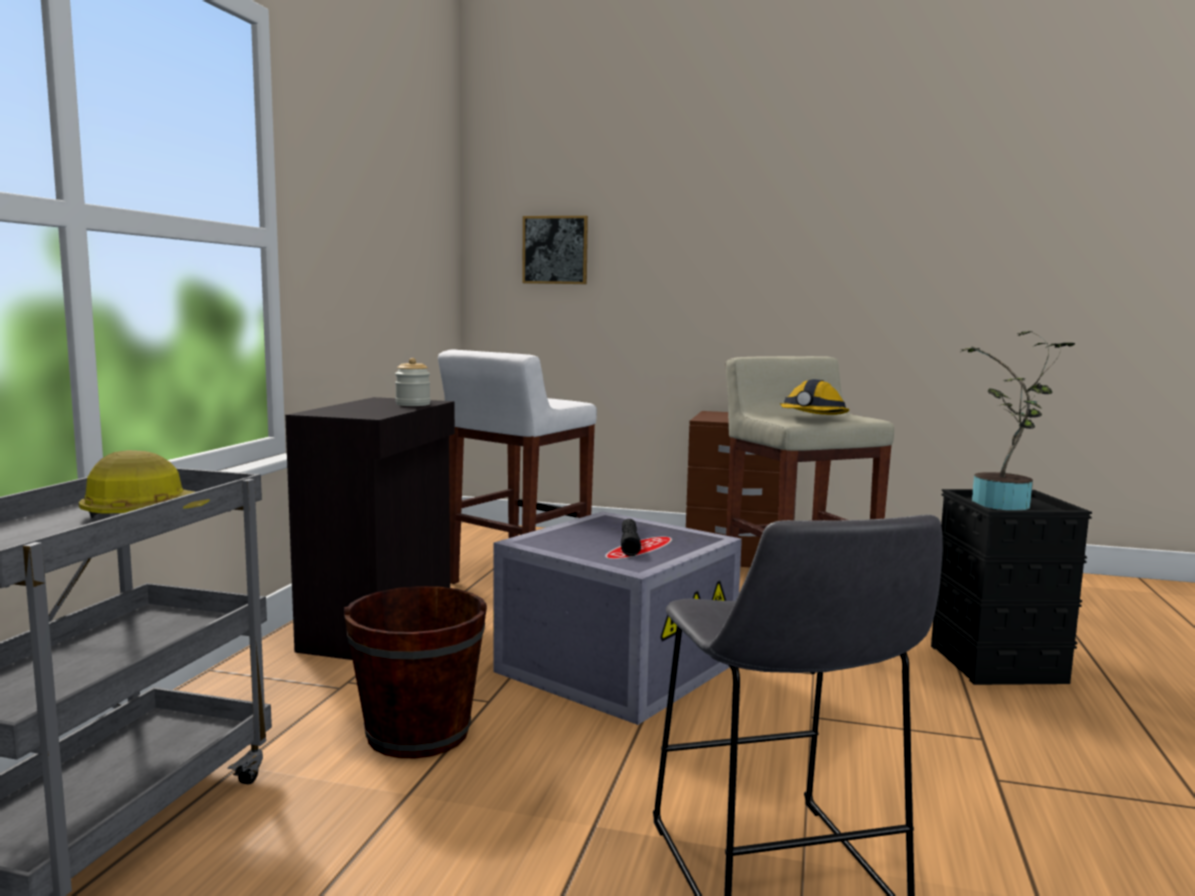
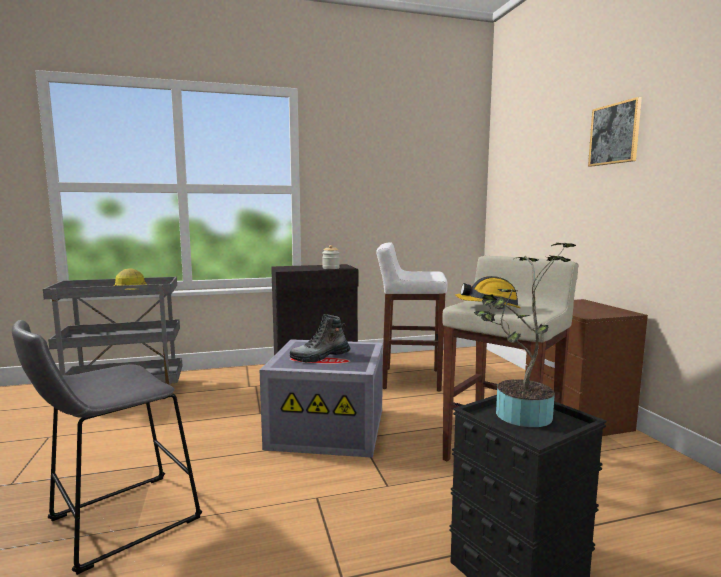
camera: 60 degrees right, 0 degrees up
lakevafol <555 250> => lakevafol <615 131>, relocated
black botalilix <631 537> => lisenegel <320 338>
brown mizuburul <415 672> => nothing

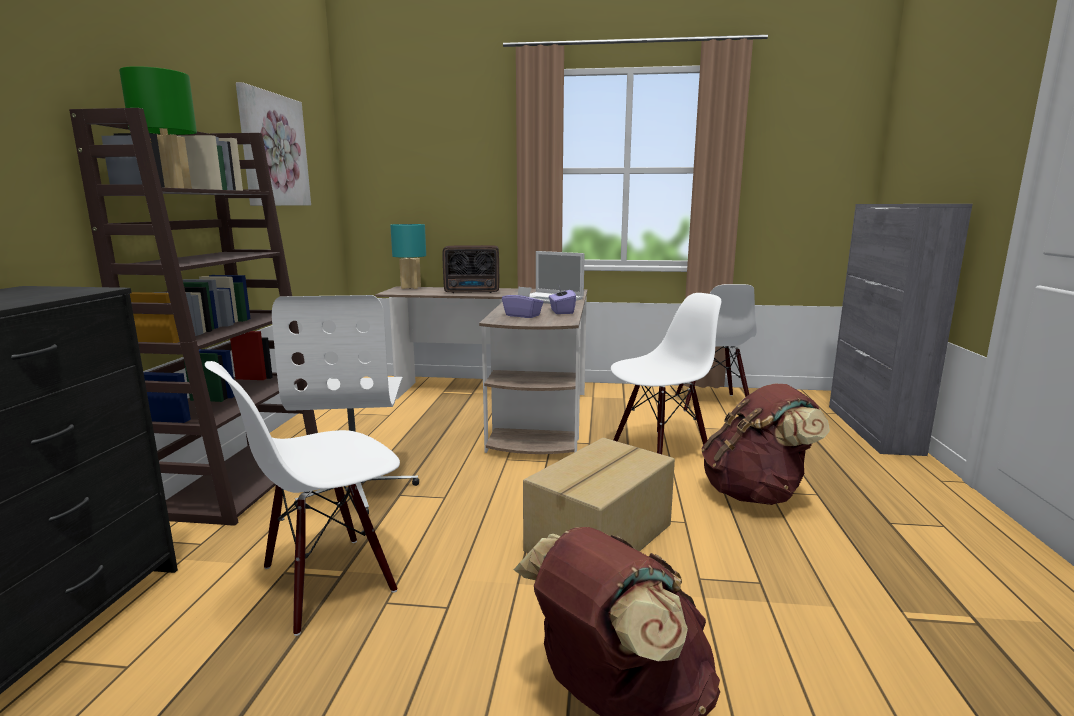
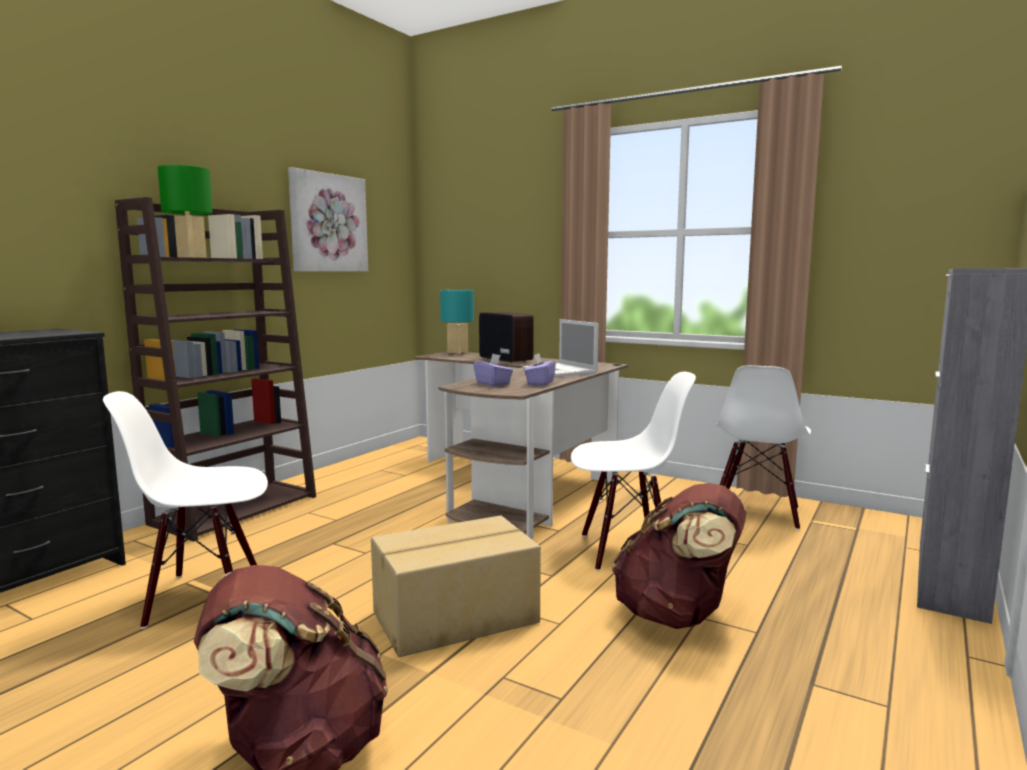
camera: 25 degrees right, 5 degrees down
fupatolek <470 269> => fupatolek <506 337>, 150 degrees counterclockwise
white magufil <345 405> => nothing

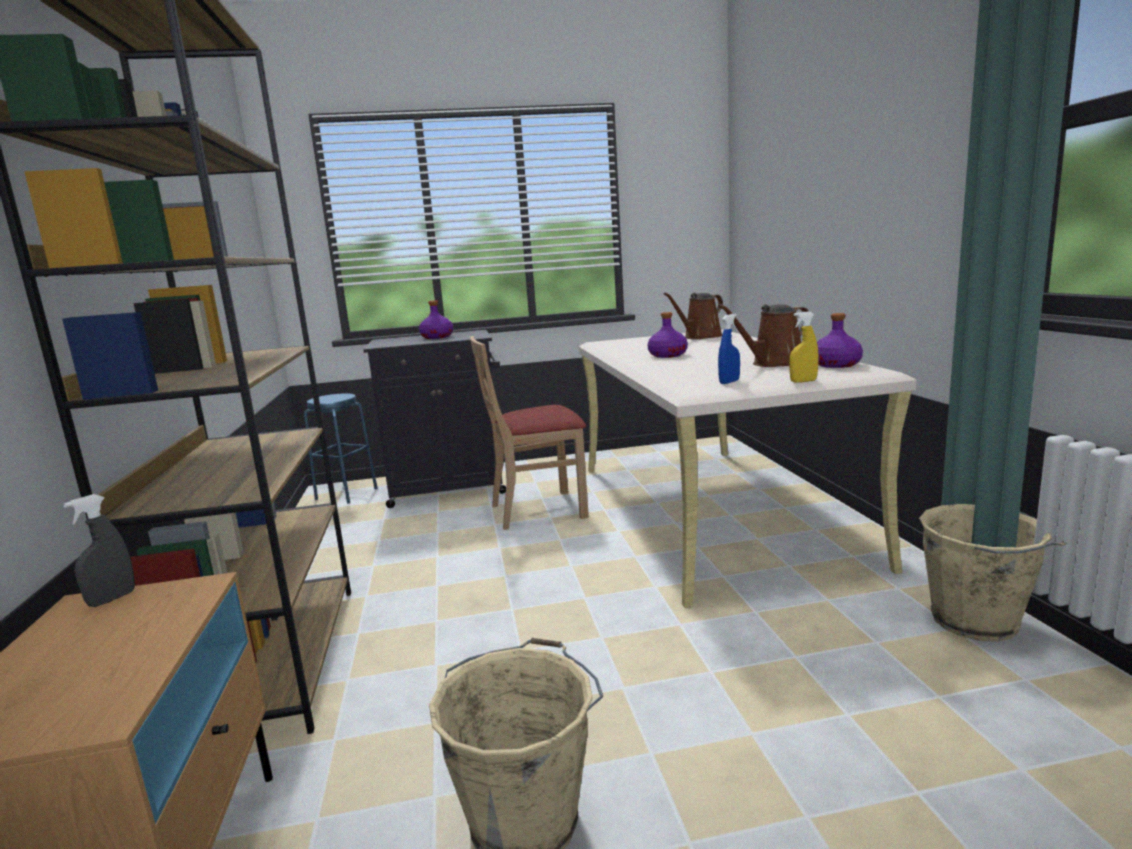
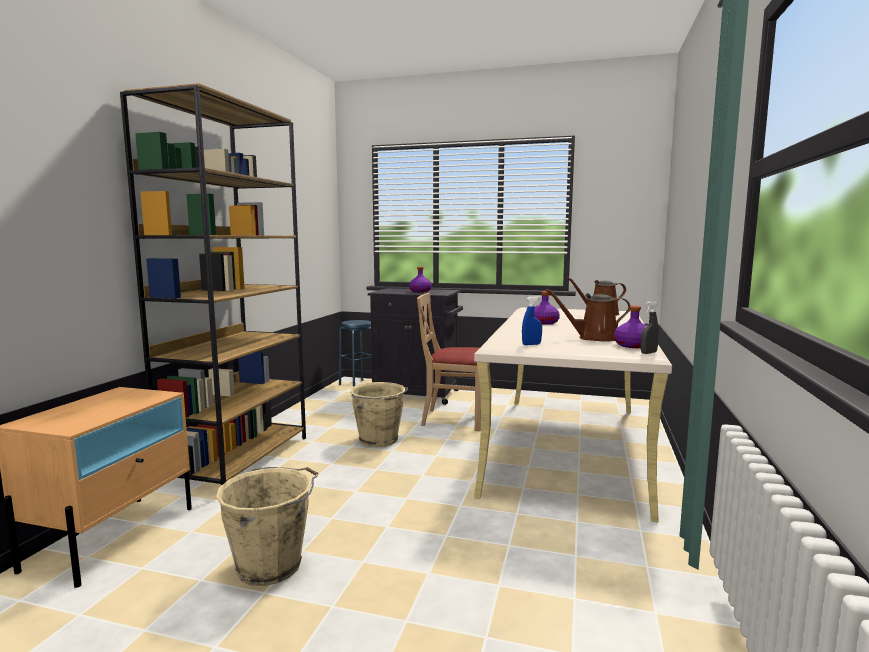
camera: 25 degrees right, 5 degrees down
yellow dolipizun <804 347> => nothing
grey dolipizun <99 550> => grey dolipizun <650 327>, relocated
beige mizuburul <994 573> => beige mizuburul <379 414>, relocated

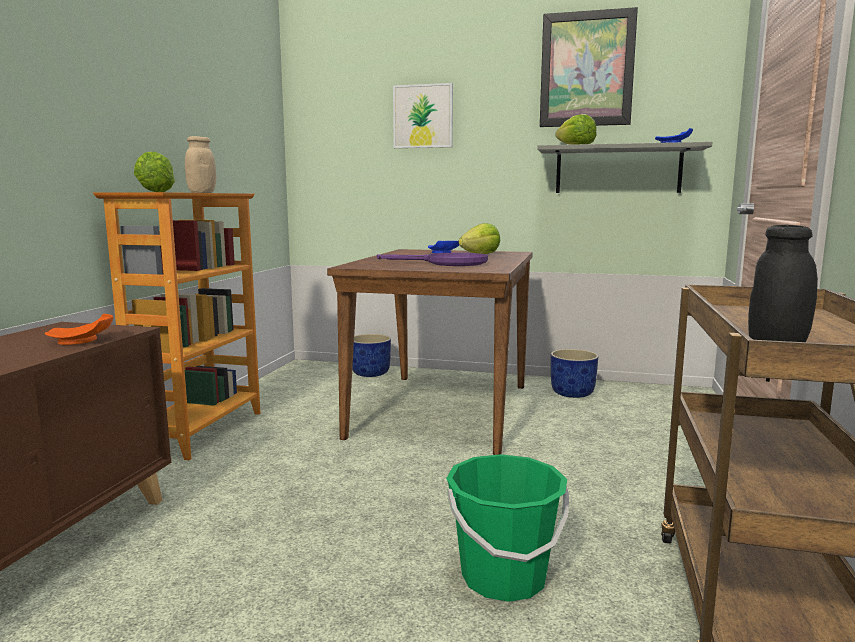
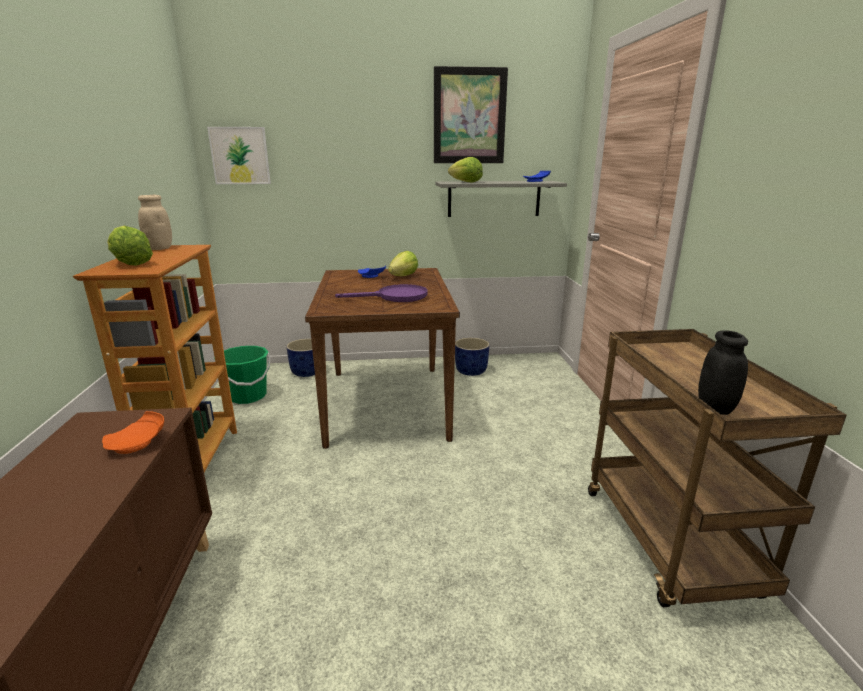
camera: 20 degrees left, 10 degrees up
lakevafol <423 115> => lakevafol <239 155>, relocated
green mizuburul <507 528> => green mizuburul <242 375>, relocated

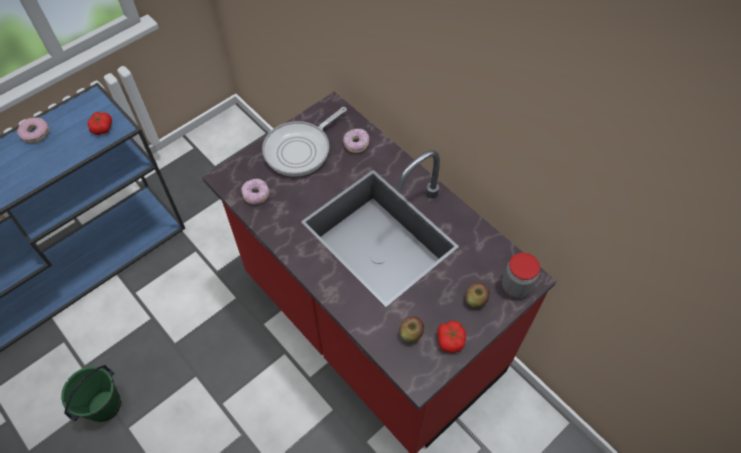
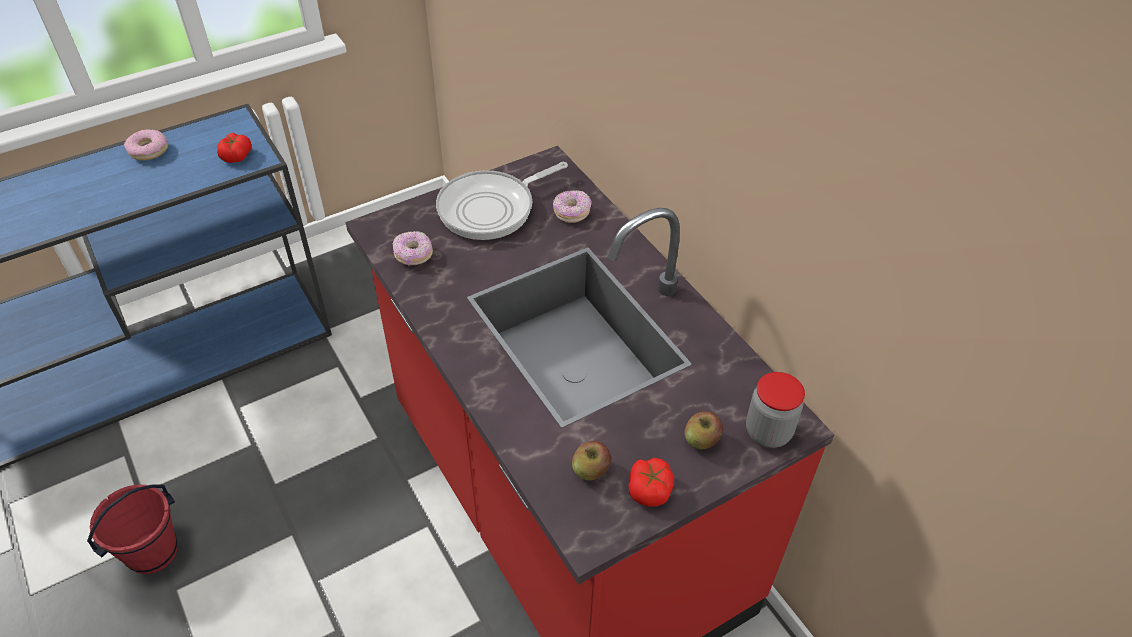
camera: 10 degrees right, 10 degrees down
green mizuburul <91 393> => red mizuburul <132 529>

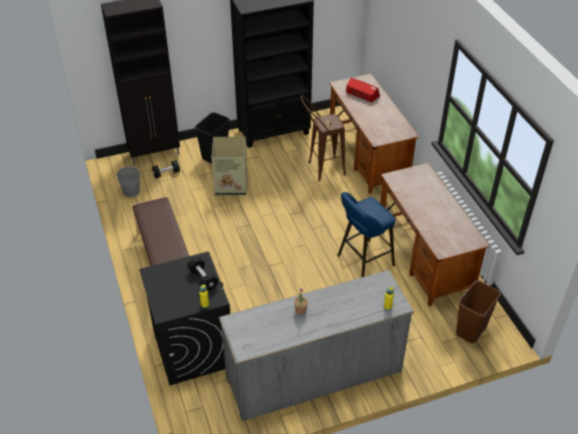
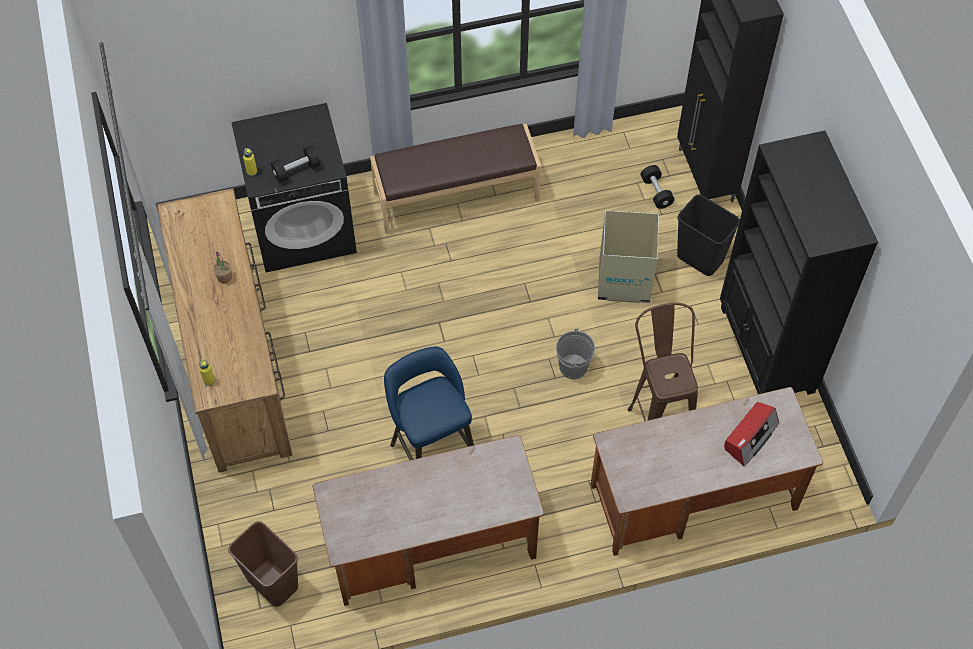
camera: 95 degrees right, 15 degrees up
grey mizuburul <128 182> => grey mizuburul <575 353>, relocated
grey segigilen <316 345> => brown segigilen <224 330>

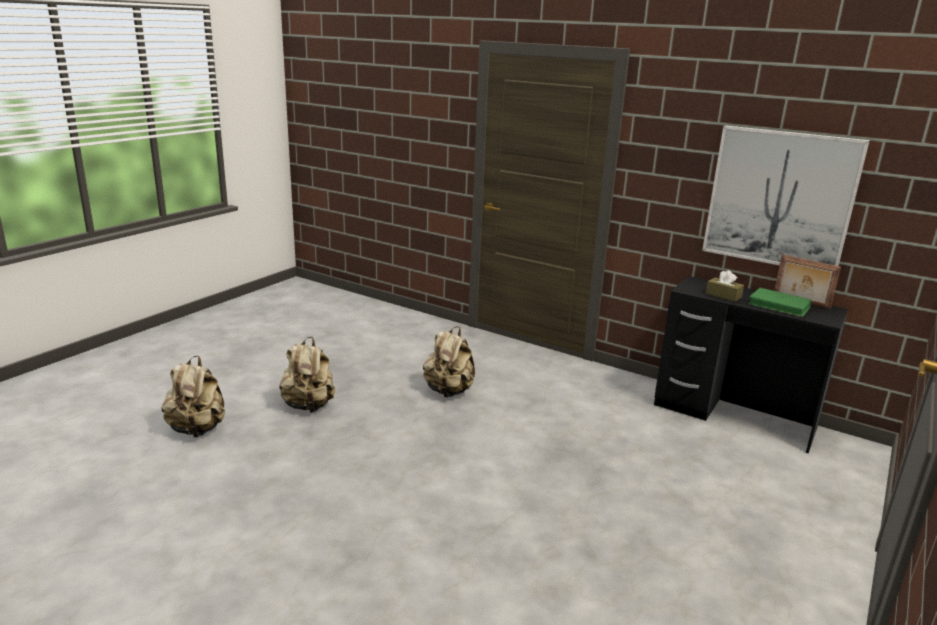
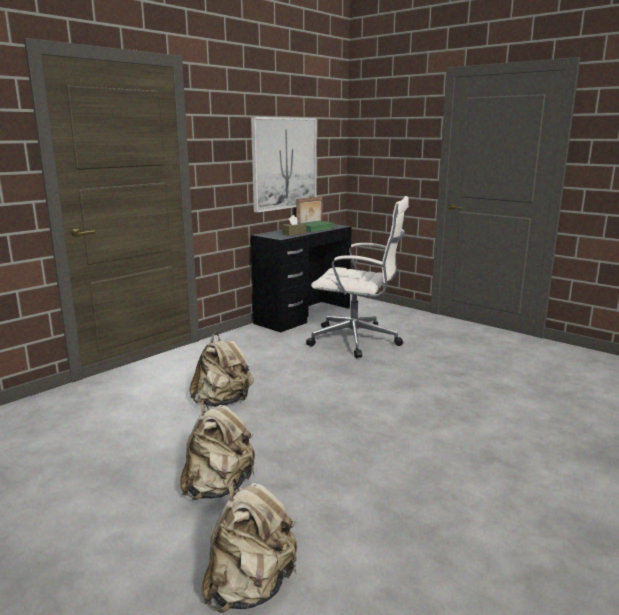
camera: 80 degrees left, 5 degrees down
nothing => white magufil <357 277>

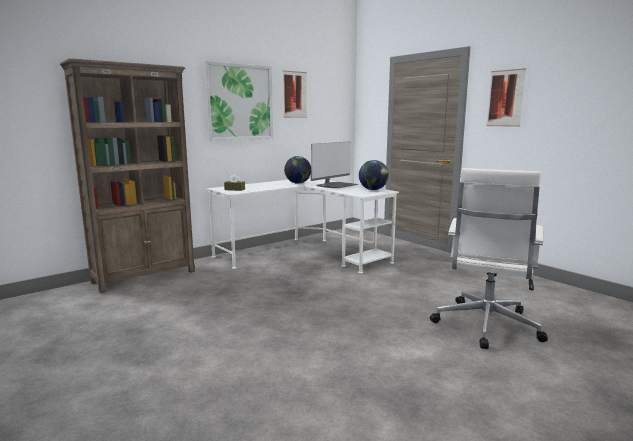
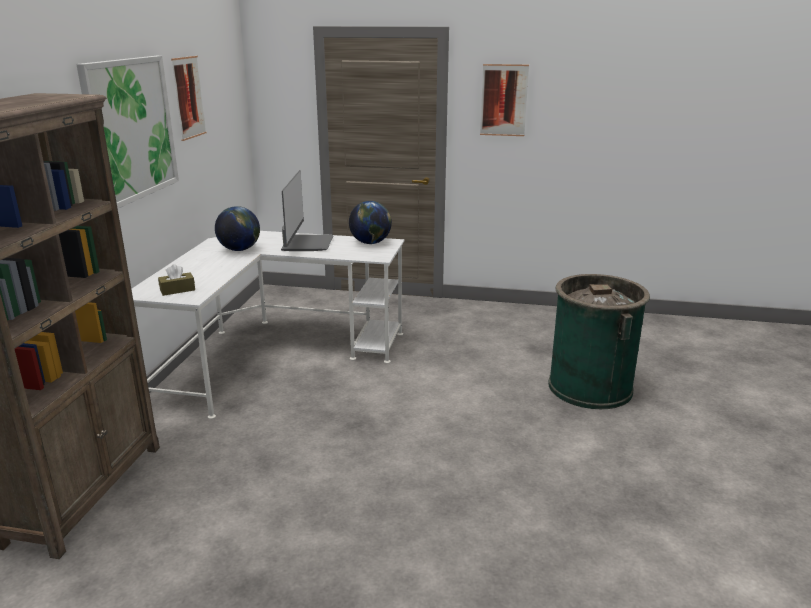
camera: 40 degrees left, 10 degrees up
white magufil <489 258> => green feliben <599 341>

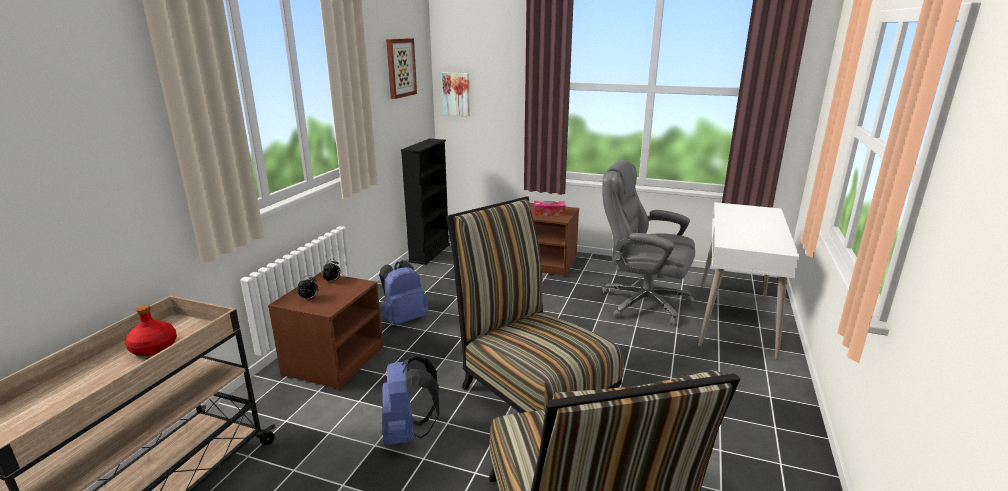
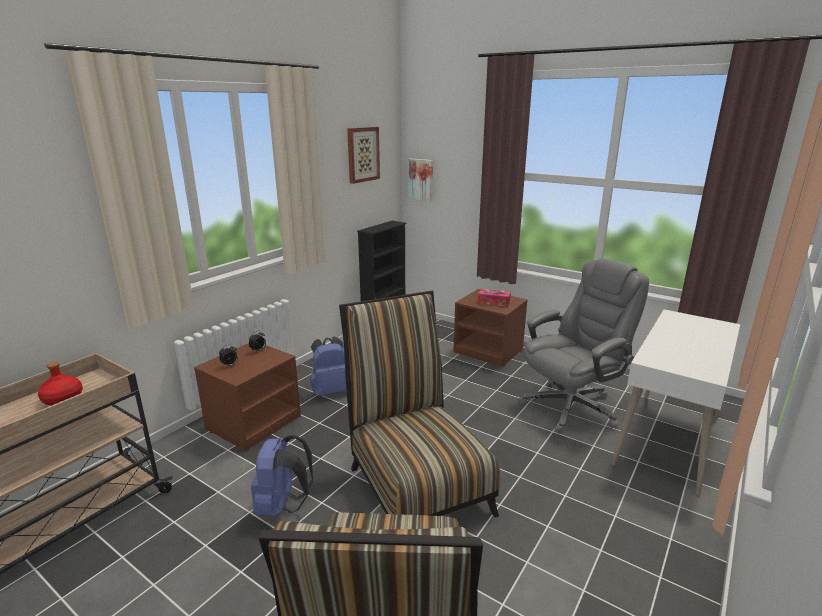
camera: 15 degrees right, 0 degrees up
grey magufil <648 243> => grey magufil <584 346>, 105 degrees clockwise

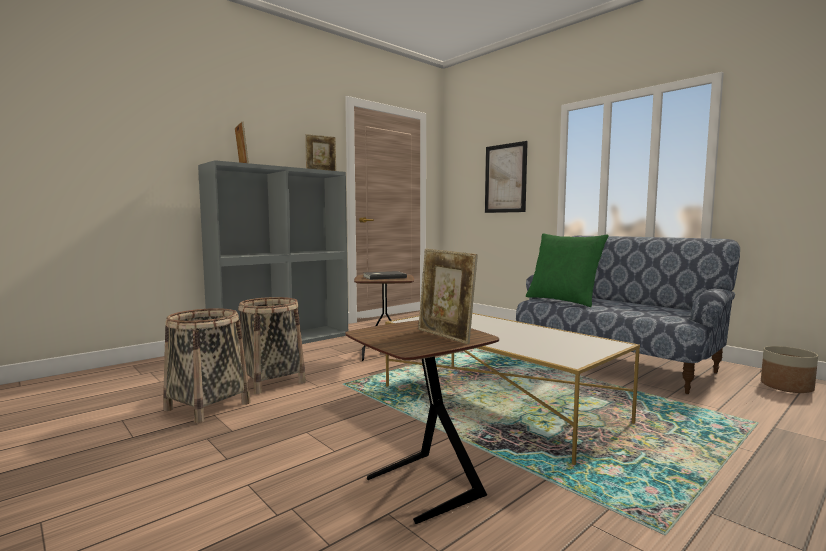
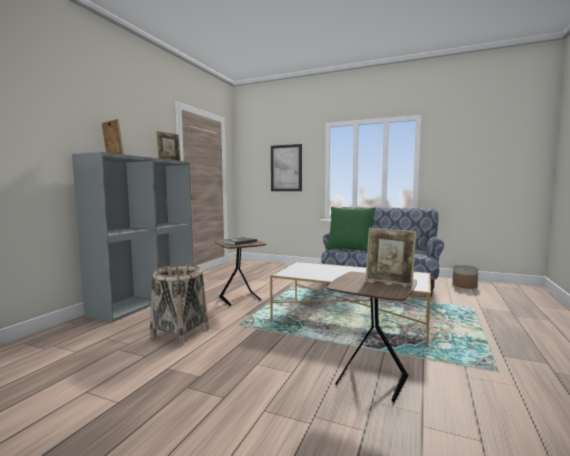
camera: 25 degrees left, 0 degrees up
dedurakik <207 365> => nothing

